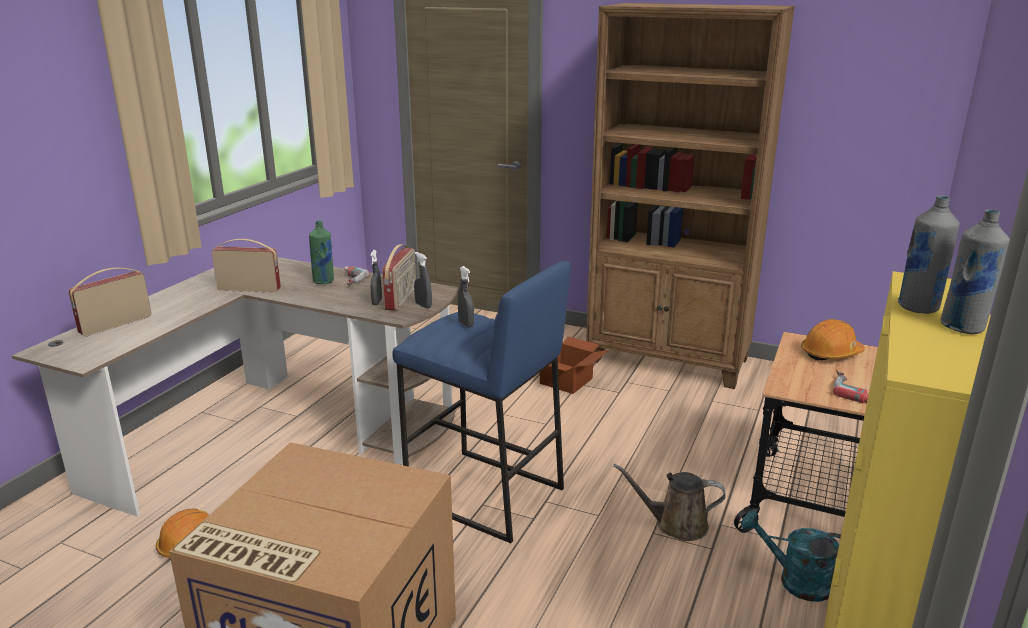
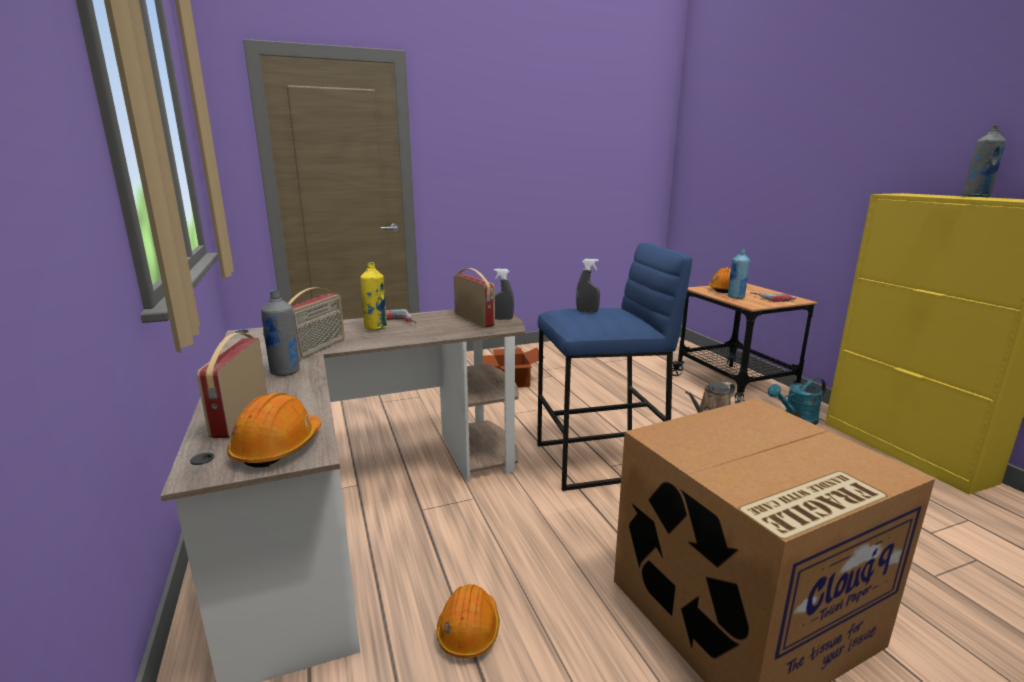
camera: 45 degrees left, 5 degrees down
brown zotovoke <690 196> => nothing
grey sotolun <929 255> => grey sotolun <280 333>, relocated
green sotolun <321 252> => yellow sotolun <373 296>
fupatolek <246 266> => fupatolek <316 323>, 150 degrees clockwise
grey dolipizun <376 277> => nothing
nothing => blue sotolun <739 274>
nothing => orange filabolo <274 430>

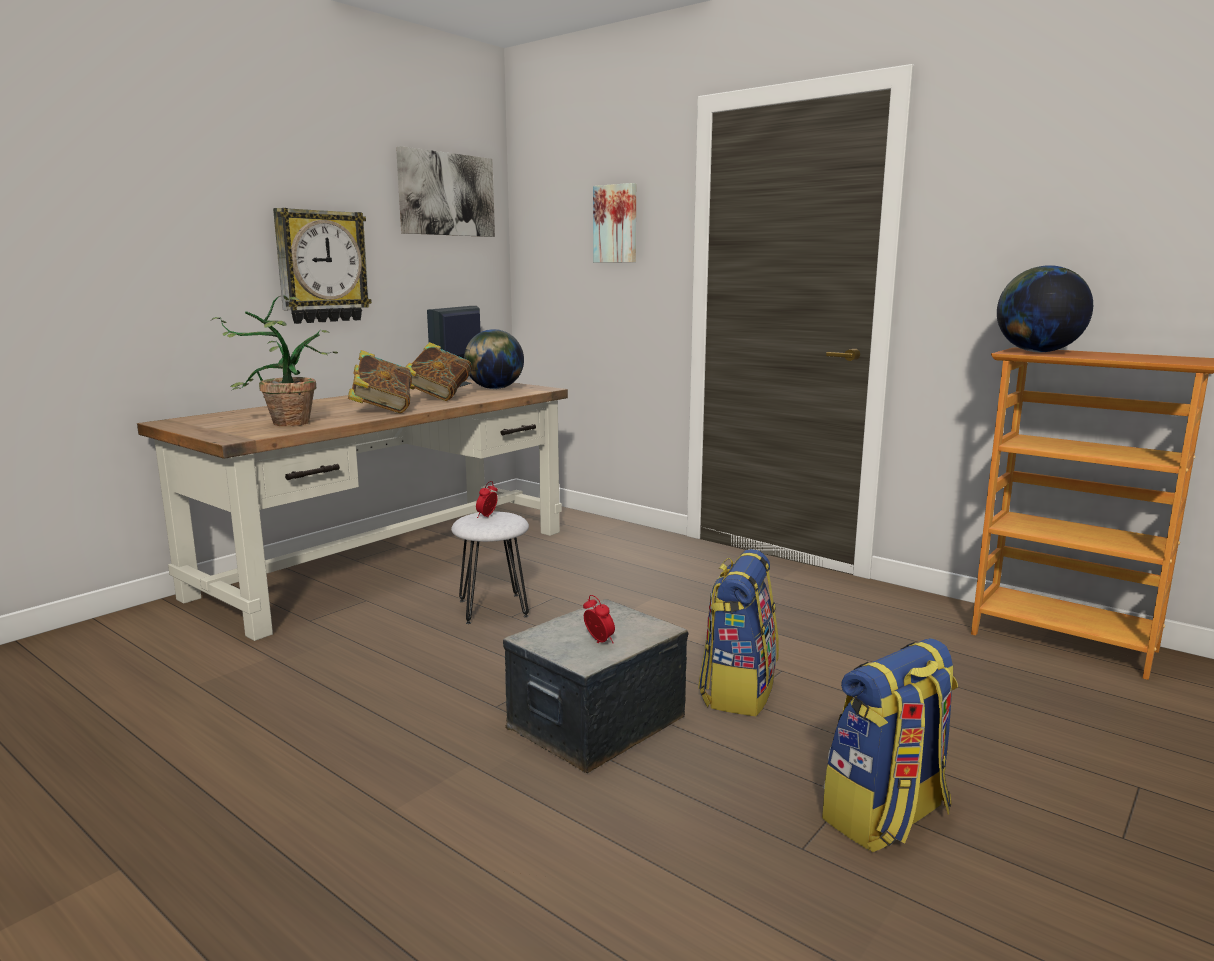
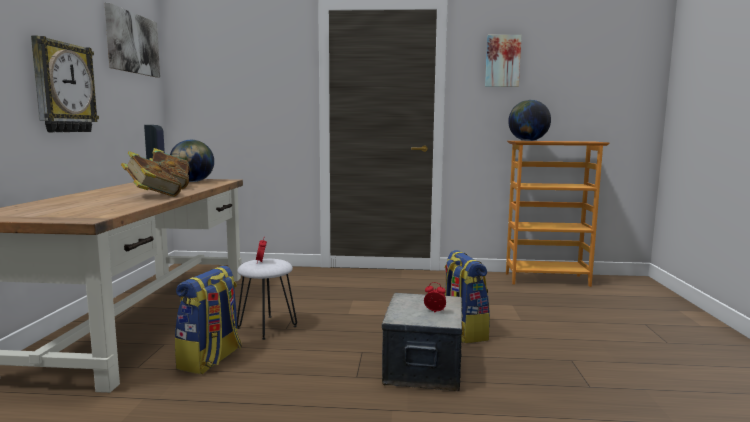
camera: 35 degrees left, 5 degrees down
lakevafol <614 223> => lakevafol <503 61>, relocated
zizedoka <274 360> => nothing
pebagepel <890 745> => pebagepel <208 320>, relocated

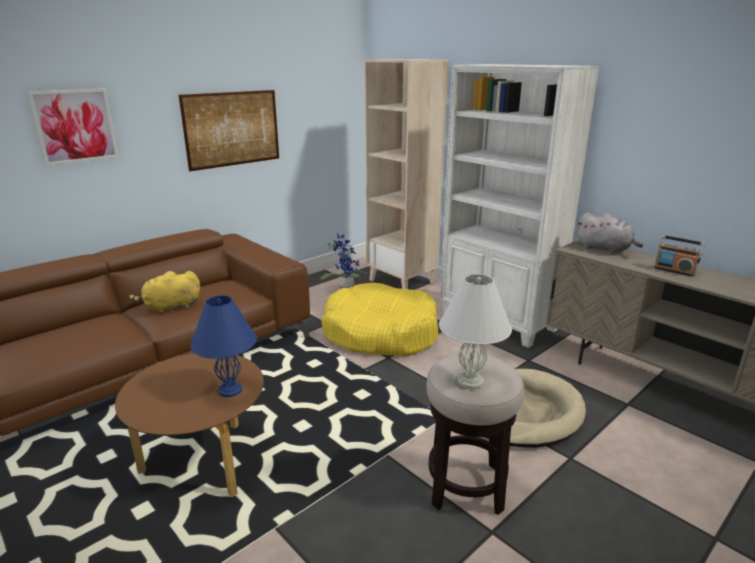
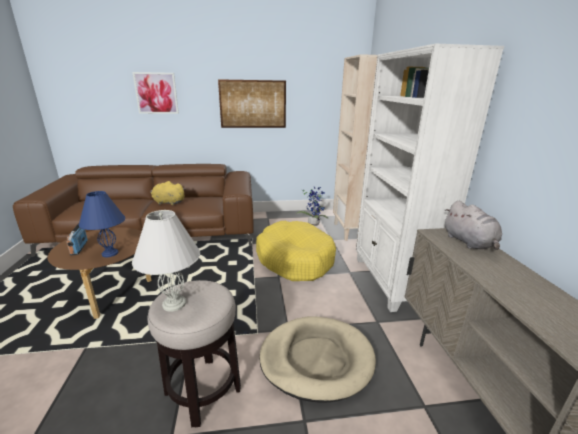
camera: 35 degrees right, 0 degrees up
fupatolek <679 256> => fupatolek <77 239>, relocated

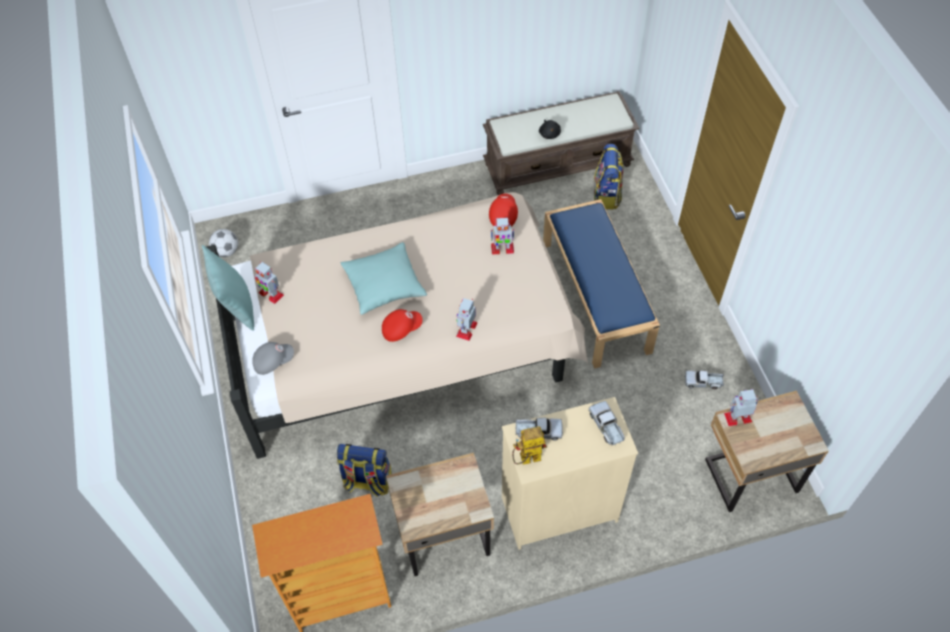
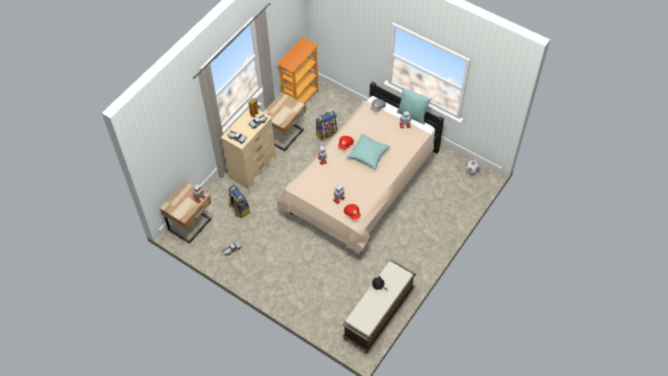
camera: 140 degrees right, 0 degrees up
pebagepel <608 177> => pebagepel <239 201>, relocated
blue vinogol <601 284> => nothing

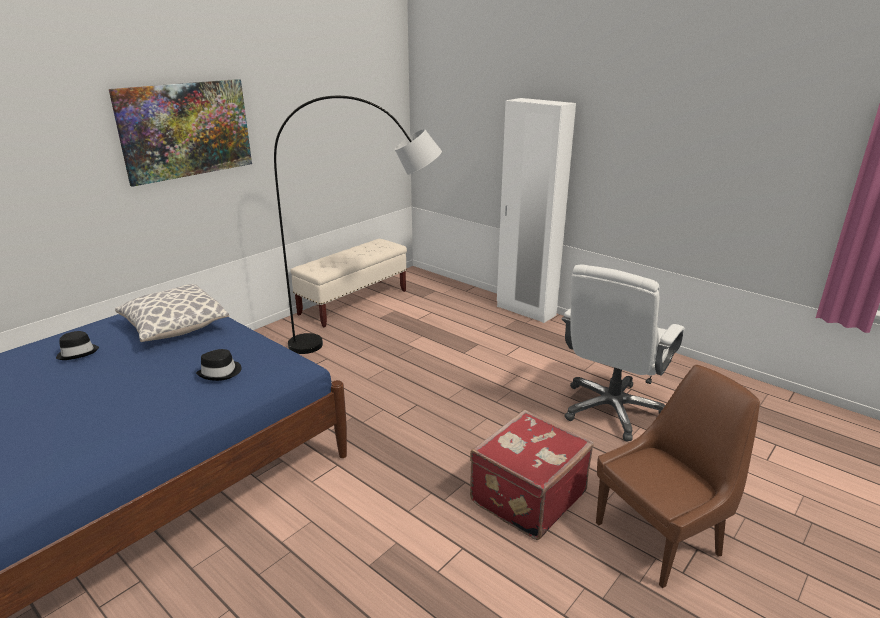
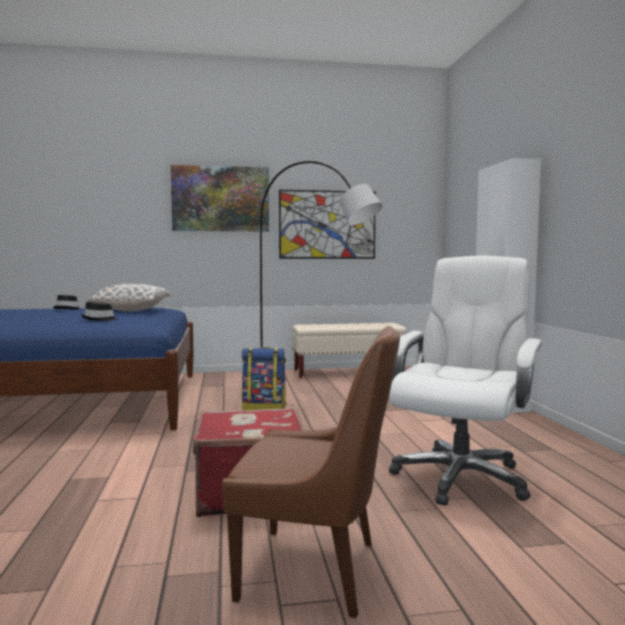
camera: 40 degrees right, 20 degrees down
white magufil <623 353> => white magufil <465 381>, 135 degrees clockwise
nothing => lakevafol <327 224>
nothing => pebagepel <264 378>

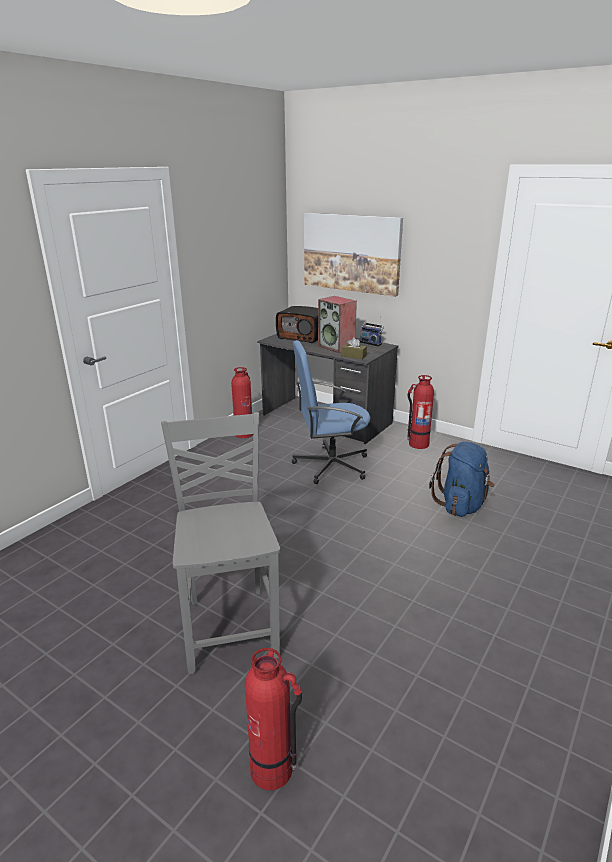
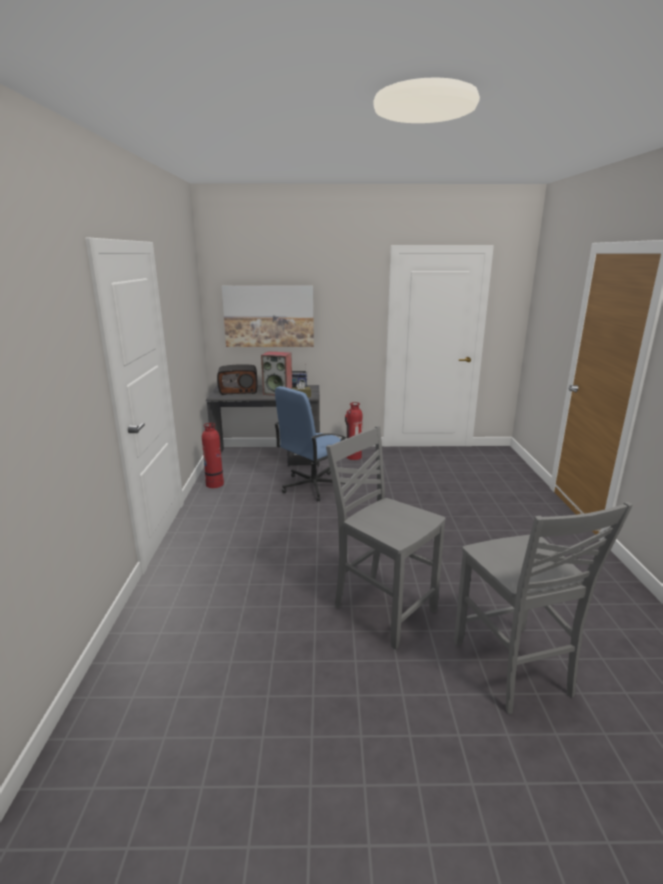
camera: 35 degrees left, 5 degrees down
blue pebagepel <462 479> => nothing
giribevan <273 719> => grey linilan <543 608>

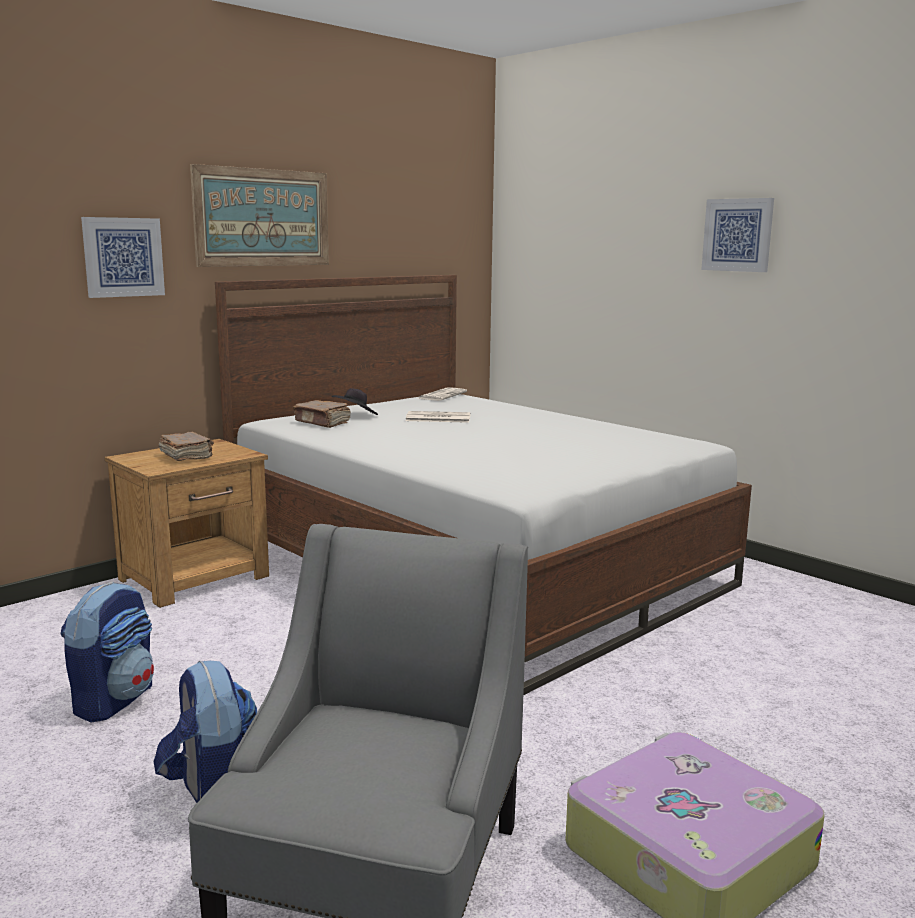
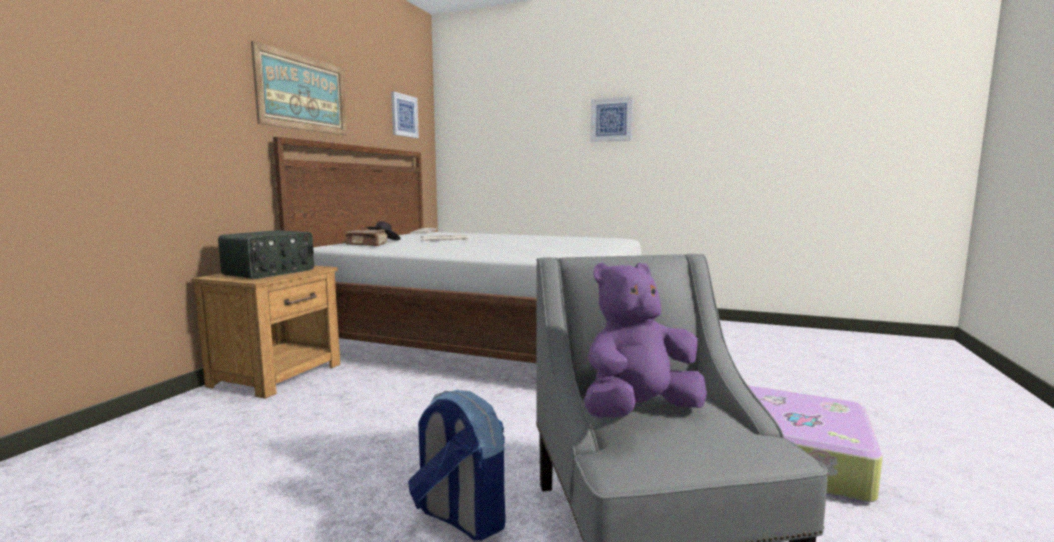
camera: 25 degrees left, 5 degrees down
lakevafol <123 257> => lakevafol <405 114>, relocated
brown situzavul <186 446> => fupatolek <266 254>
pebagepel <107 651> => nothing
nothing => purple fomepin <645 340>

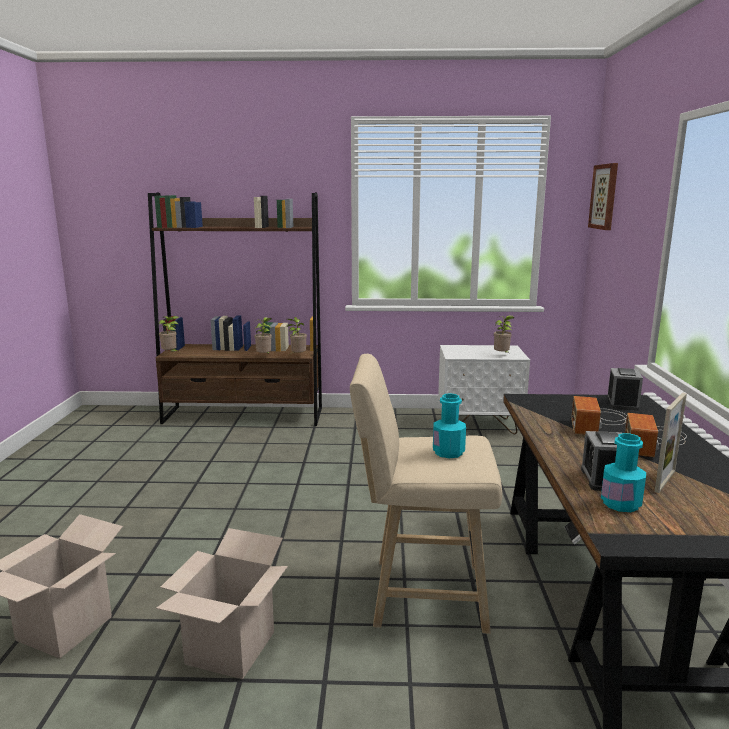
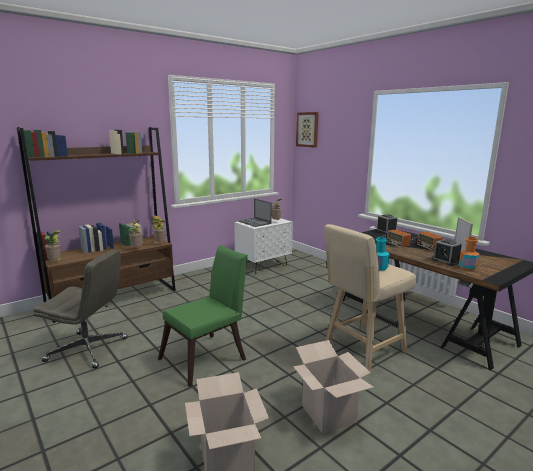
camera: 40 degrees left, 0 degrees up
turquoise sotolun <623 472> => orange sotolun <469 253>
nothing => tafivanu <255 213>
nothing => green linilan <203 316>
nothing => grey magufil <80 309>

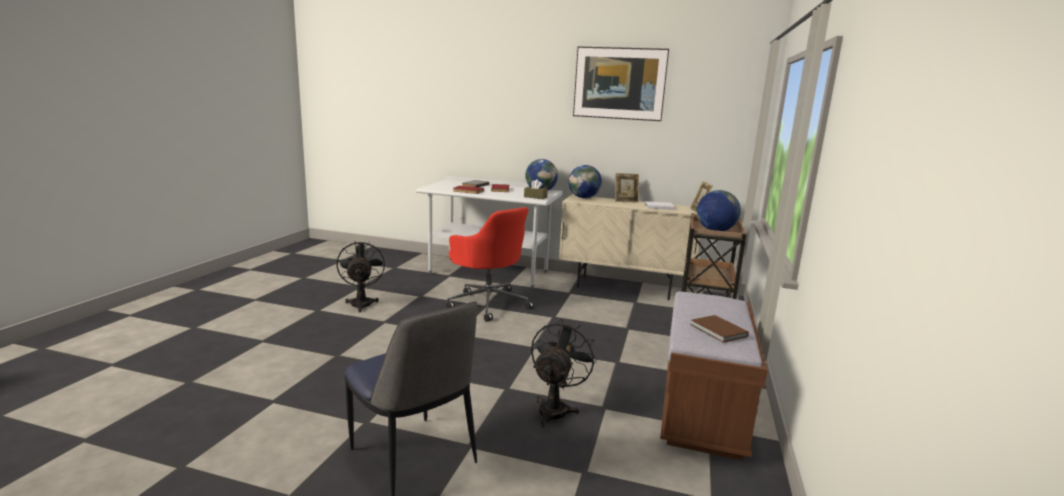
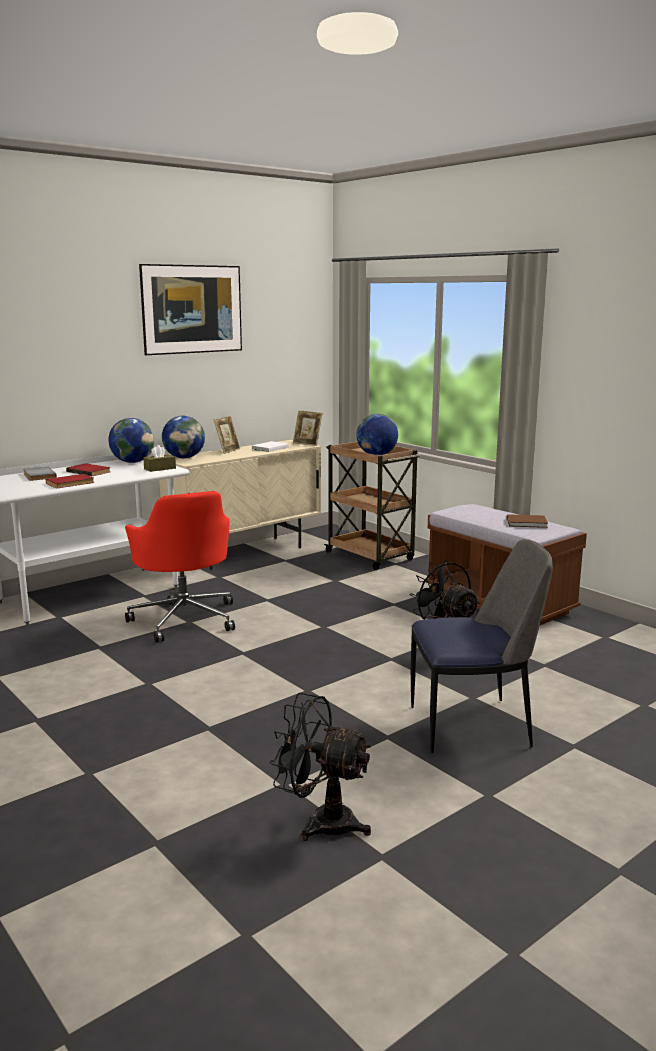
camera: 55 degrees left, 0 degrees up
red magufil <490 264> => red magufil <180 566>, 75 degrees clockwise
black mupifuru <361 276> => black mupifuru <320 767>, relocated

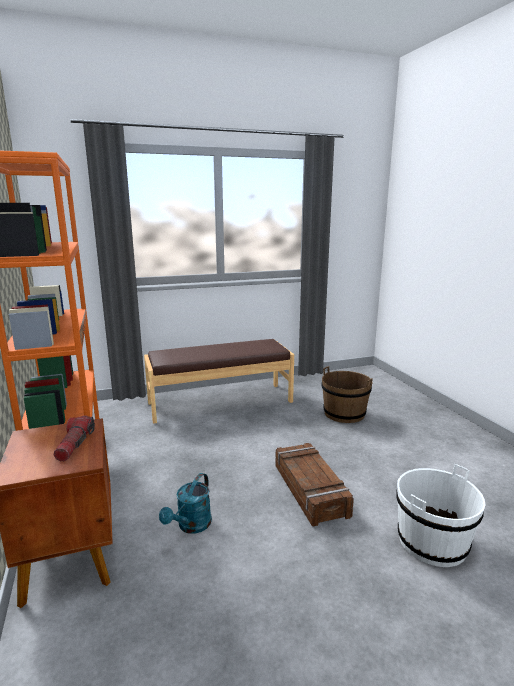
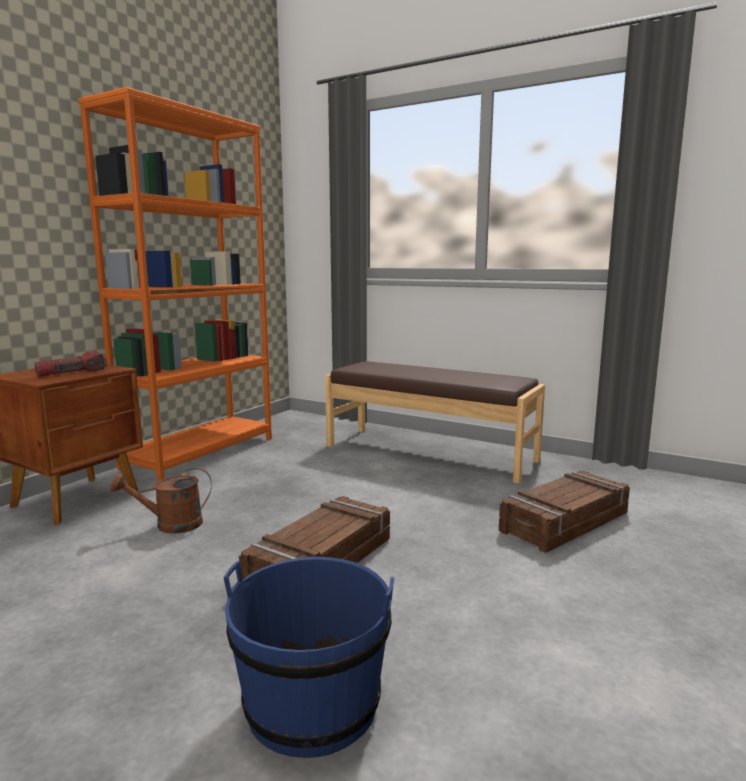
camera: 50 degrees right, 5 degrees down
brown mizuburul <347 394> => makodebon <564 512>
white mizuburul <441 515> => blue mizuburul <308 657>
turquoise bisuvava <185 503> => brown bisuvava <161 500>

